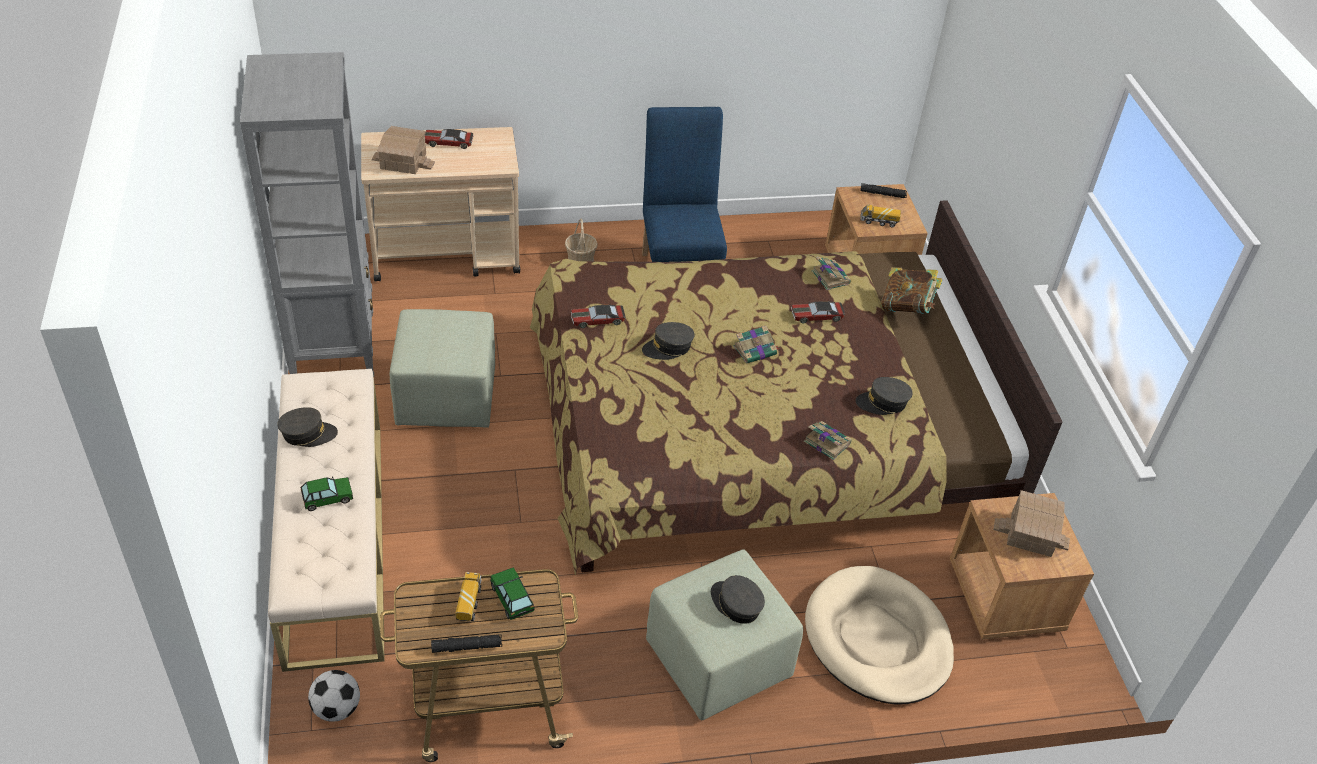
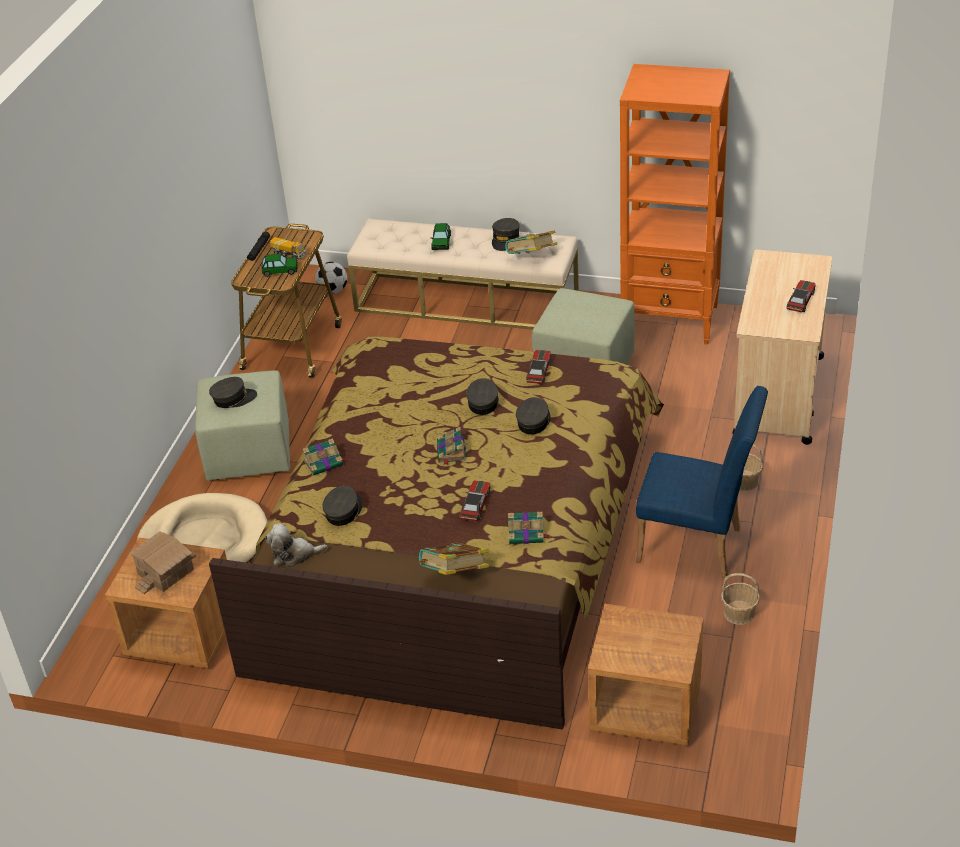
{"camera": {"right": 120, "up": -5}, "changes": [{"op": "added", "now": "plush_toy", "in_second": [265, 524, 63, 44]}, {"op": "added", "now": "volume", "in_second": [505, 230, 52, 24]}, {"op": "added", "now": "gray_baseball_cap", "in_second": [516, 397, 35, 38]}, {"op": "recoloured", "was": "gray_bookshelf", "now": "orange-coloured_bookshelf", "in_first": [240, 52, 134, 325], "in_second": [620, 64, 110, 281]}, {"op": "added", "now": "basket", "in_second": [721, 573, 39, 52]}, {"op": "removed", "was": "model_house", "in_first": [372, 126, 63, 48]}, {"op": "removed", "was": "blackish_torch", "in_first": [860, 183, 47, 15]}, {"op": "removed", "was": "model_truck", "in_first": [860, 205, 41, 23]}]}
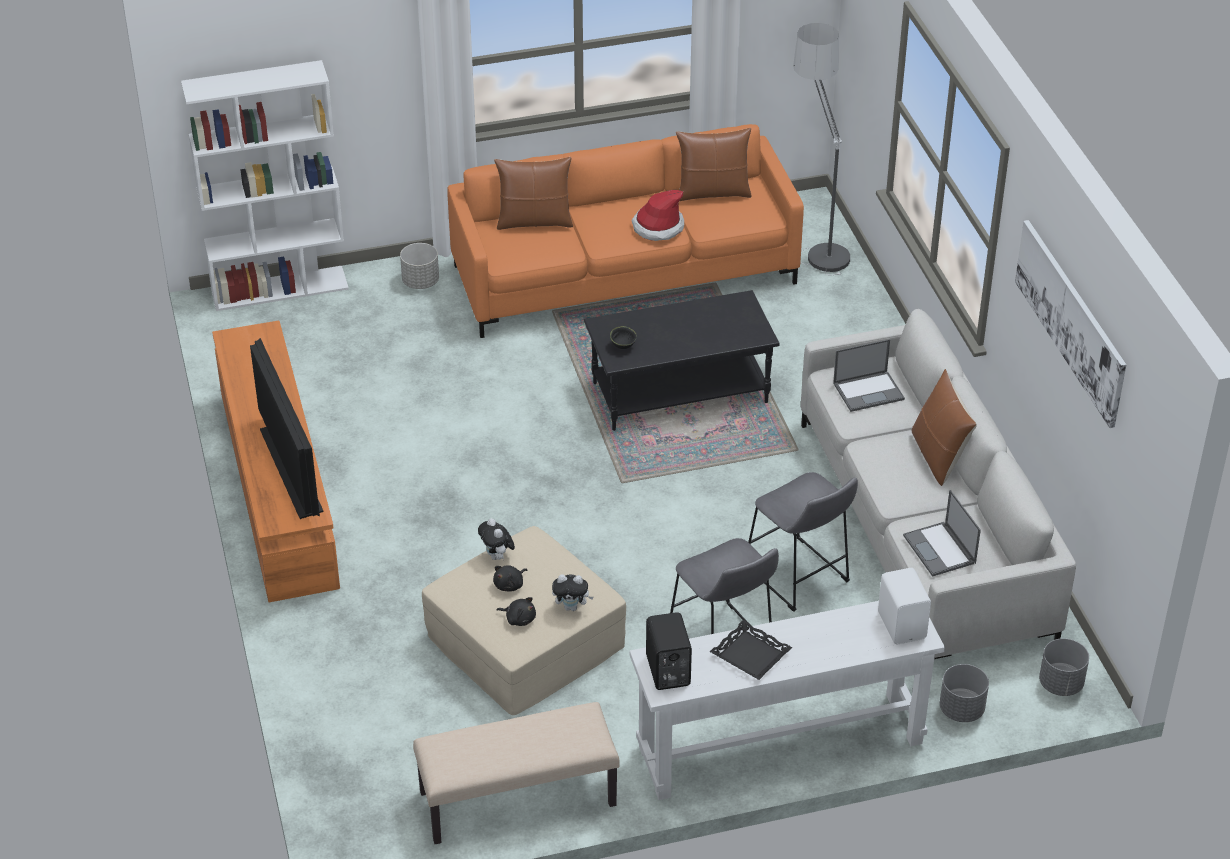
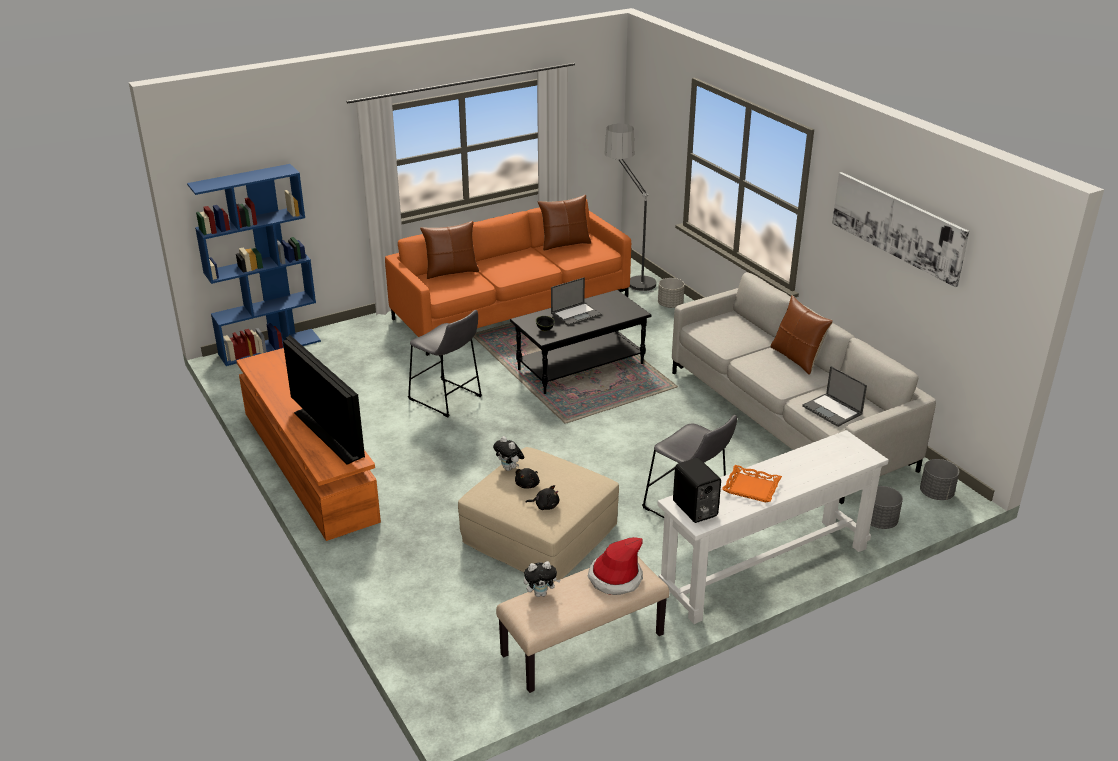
{"camera": {"right": -15, "up": -10}, "changes": [{"op": "recoloured", "was": "whitish_bookshelf", "now": "blue_bookshelf", "in_first": [181, 60, 168, 251], "in_second": [187, 164, 134, 202]}, {"op": "moved", "was": "gray_stool", "in_first": [748, 472, 110, 140], "in_second": [408, 310, 74, 108]}, {"op": "moved", "was": "plush_toy", "in_first": [552, 574, 41, 37], "in_second": [524, 561, 36, 36]}, {"op": "moved", "was": "portable_computer", "in_first": [833, 339, 72, 73], "in_second": [551, 277, 51, 49]}, {"op": "moved", "was": "clothing_hat", "in_first": [631, 190, 53, 51], "in_second": [588, 537, 55, 58]}, {"op": "moved", "was": "gray_planter", "in_first": [400, 243, 39, 46], "in_second": [658, 278, 27, 30]}, {"op": "recoloured", "was": "blackish_carrying_tray", "now": "orange-coloured_carrying_tray", "in_first": [710, 620, 82, 60], "in_second": [722, 465, 60, 37]}, {"op": "removed", "was": "whitish_audio_speaker", "in_first": [878, 568, 53, 76]}]}
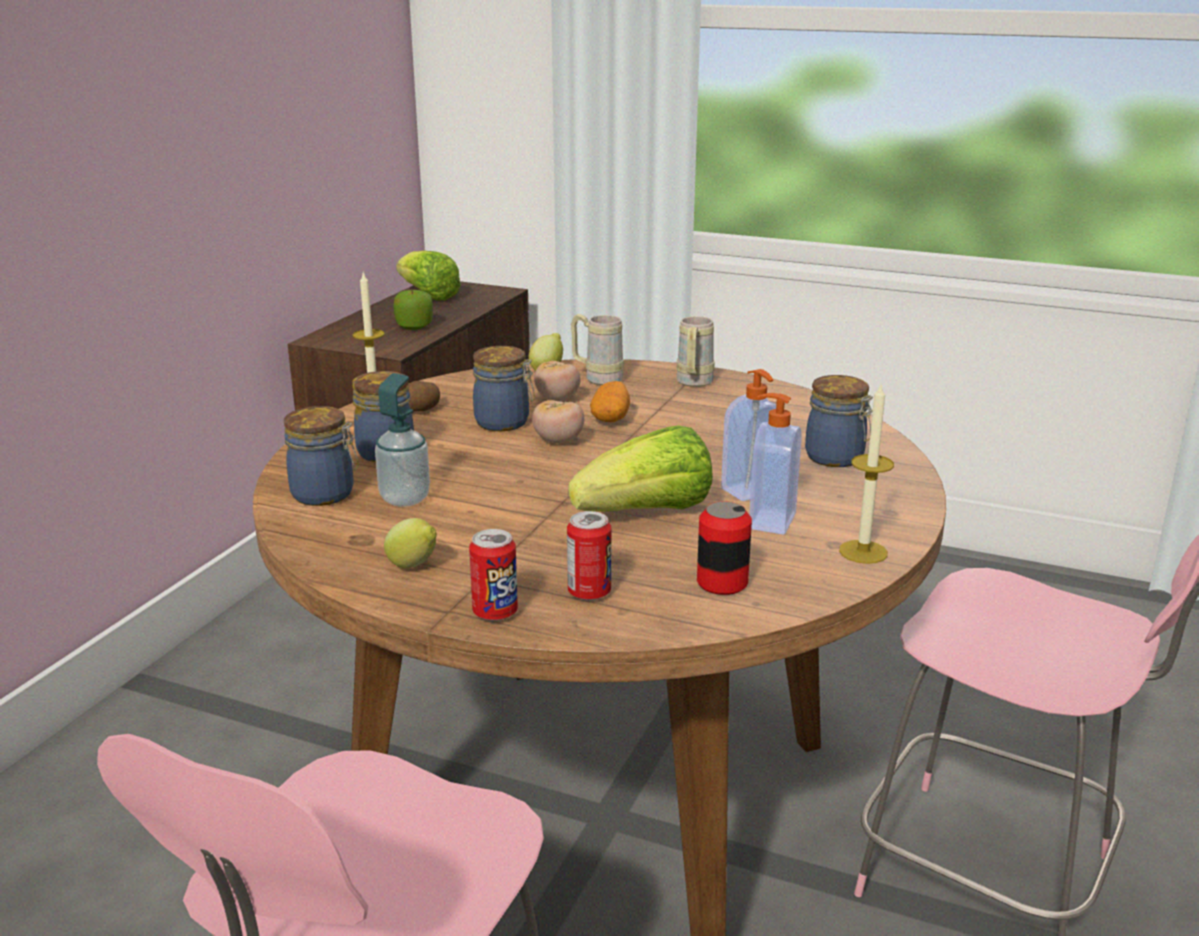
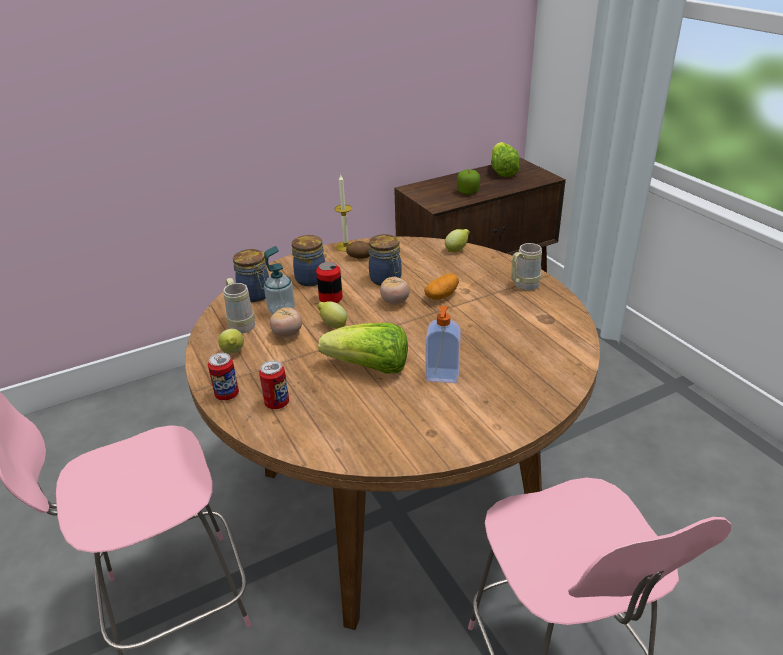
{"camera": {"right": 40, "up": 10}, "changes": [{"op": "moved", "was": "beige-coloured_mug", "in_first": [571, 314, 53, 71], "in_second": [223, 278, 32, 55]}, {"op": "moved", "was": "whole_tomato", "in_first": [534, 361, 47, 40], "in_second": [270, 308, 32, 30]}, {"op": "moved", "was": "metal_can", "in_first": [697, 501, 55, 94], "in_second": [316, 262, 27, 41]}, {"op": "added", "now": "lemon", "in_second": [317, 301, 30, 27]}, {"op": "removed", "was": "soap_bottle", "in_first": [749, 393, 53, 142]}, {"op": "removed", "was": "storage_jar", "in_first": [805, 375, 68, 92]}, {"op": "removed", "was": "candle", "in_first": [839, 385, 55, 179]}]}
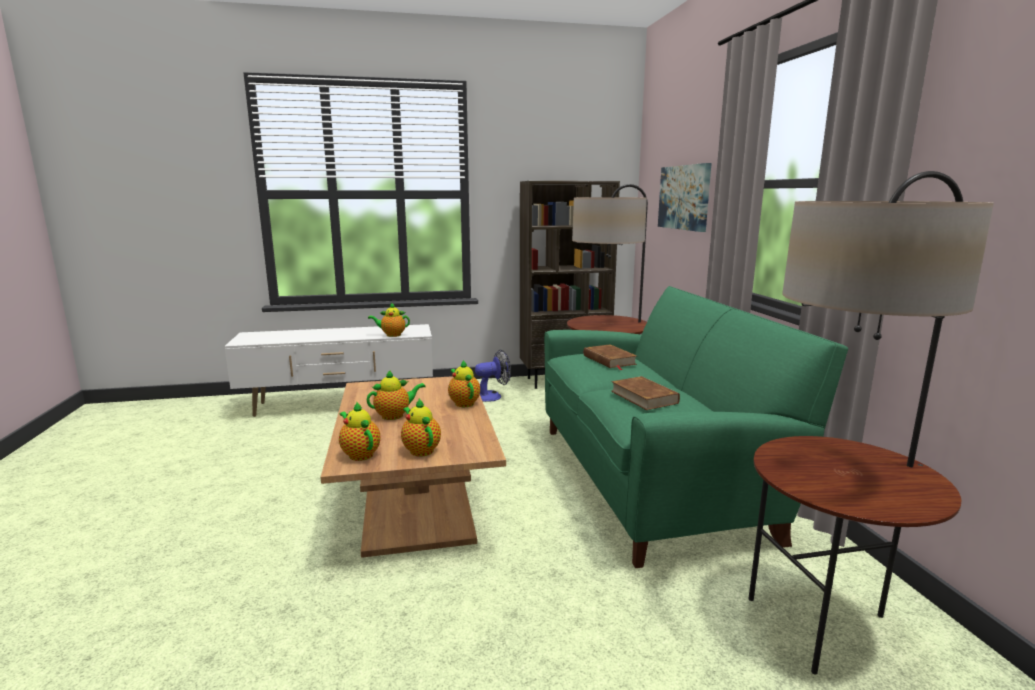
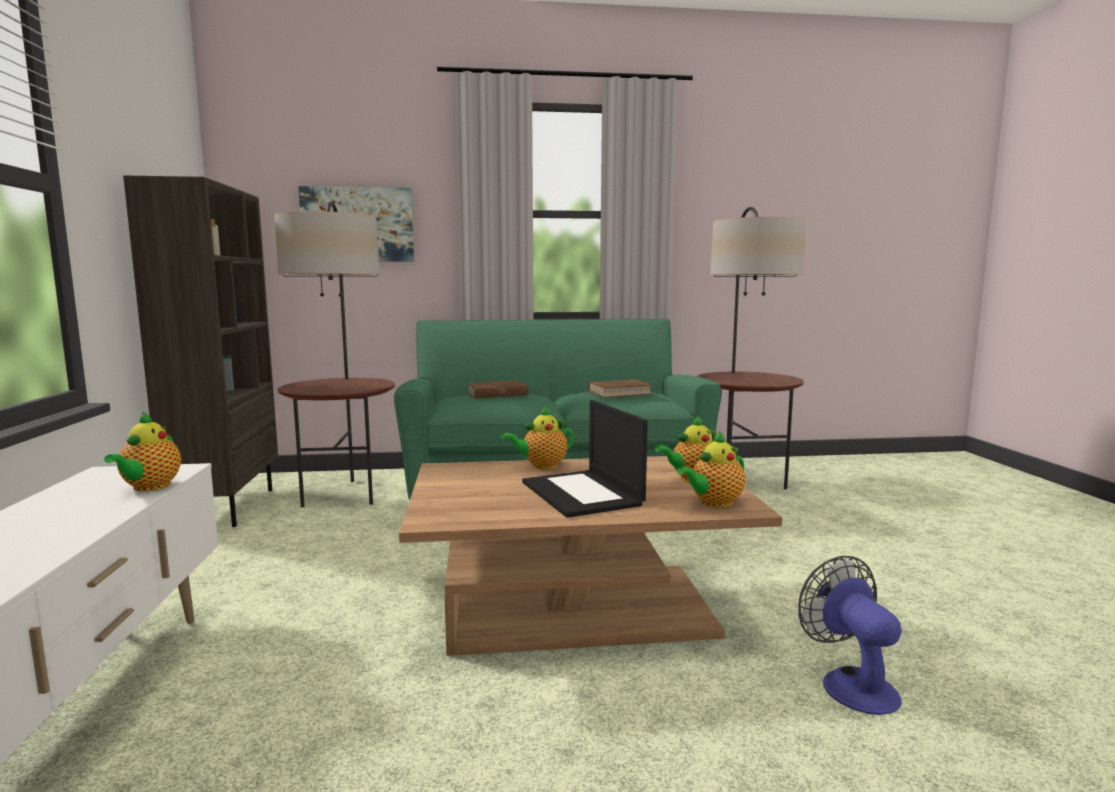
{"camera": {"right": -85, "up": -5}, "changes": [{"op": "replaced", "was": "teapot", "now": "portable_computer", "in_first": [367, 370, 59, 50], "in_second": [522, 400, 126, 118]}, {"op": "moved", "was": "cooling_fan", "in_first": [475, 350, 36, 52], "in_second": [798, 556, 104, 159]}]}
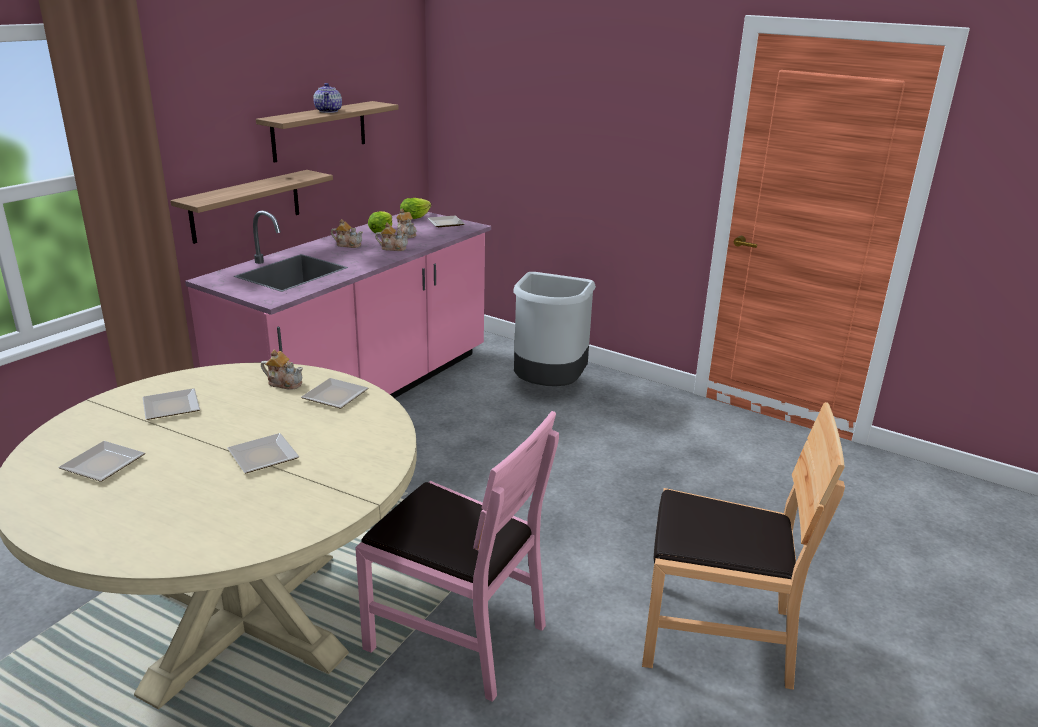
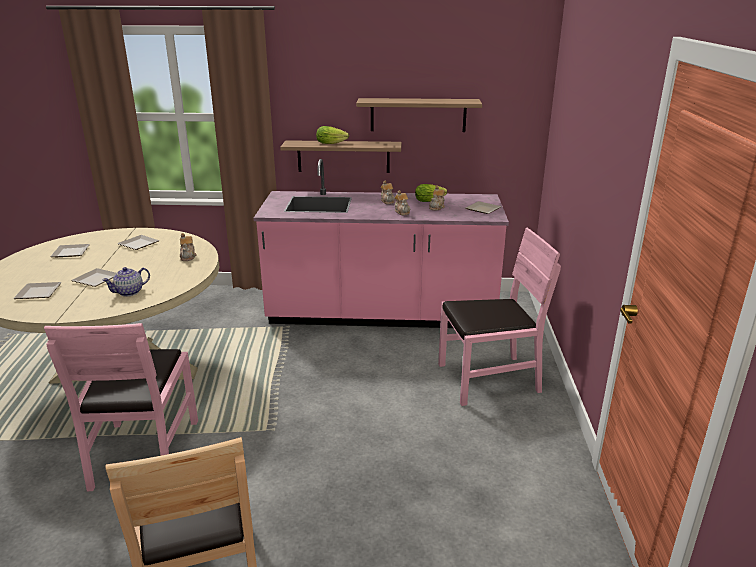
{"camera": {"right": 60, "up": 0}, "changes": [{"op": "moved", "was": "dinner_plate", "in_first": [301, 378, 67, 31], "in_second": [13, 282, 48, 17]}, {"op": "moved", "was": "teapot", "in_first": [313, 83, 29, 30], "in_second": [102, 267, 48, 30]}, {"op": "moved", "was": "lettuce", "in_first": [400, 198, 31, 21], "in_second": [316, 126, 33, 18]}, {"op": "replaced", "was": "gray_waste_bin", "now": "pinkish_plain_chair", "in_first": [513, 272, 83, 114], "in_second": [438, 228, 123, 178]}]}
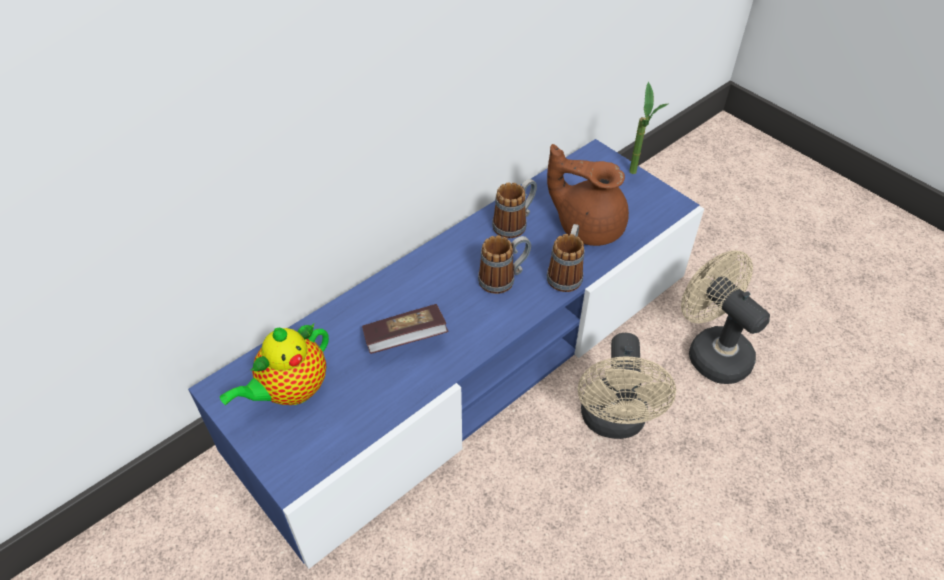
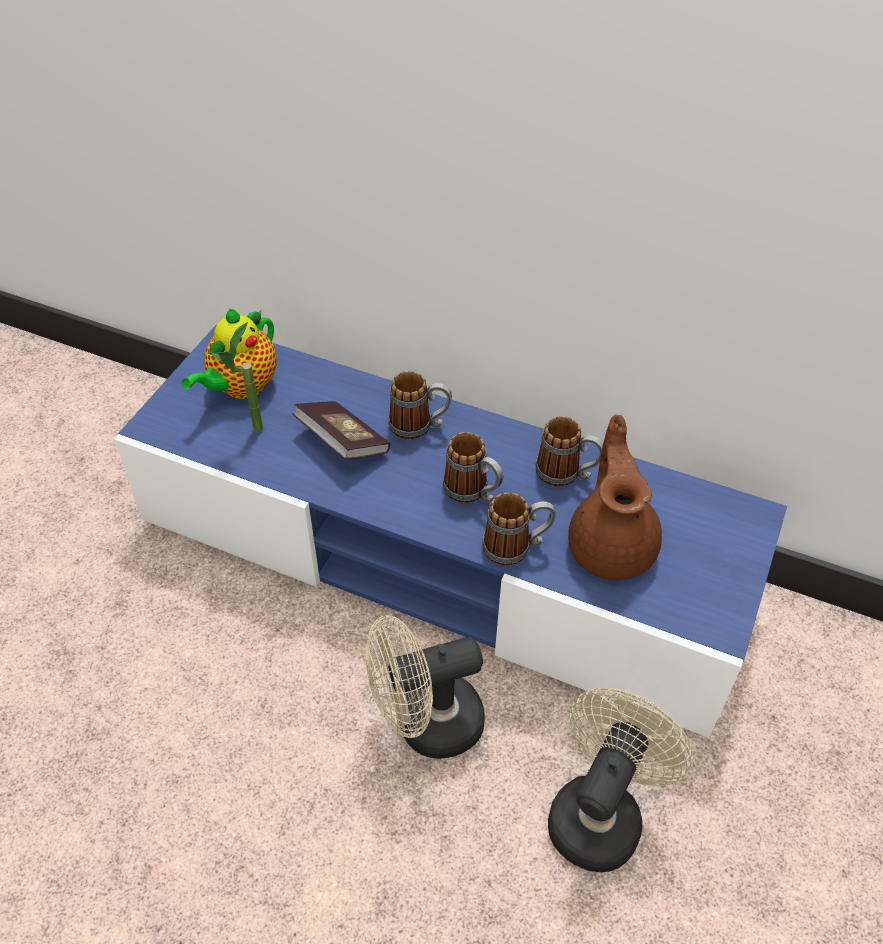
{"camera": {"right": 65, "up": 0}, "changes": [{"op": "turned", "was": "teapot", "in_first": [220, 323, 109, 82], "in_second": [181, 309, 96, 90], "clockwise": -75}, {"op": "moved", "was": "plant_in_a_pot", "in_first": [629, 82, 39, 92], "in_second": [211, 322, 52, 110]}, {"op": "added", "now": "mug", "in_second": [389, 371, 63, 68]}]}
